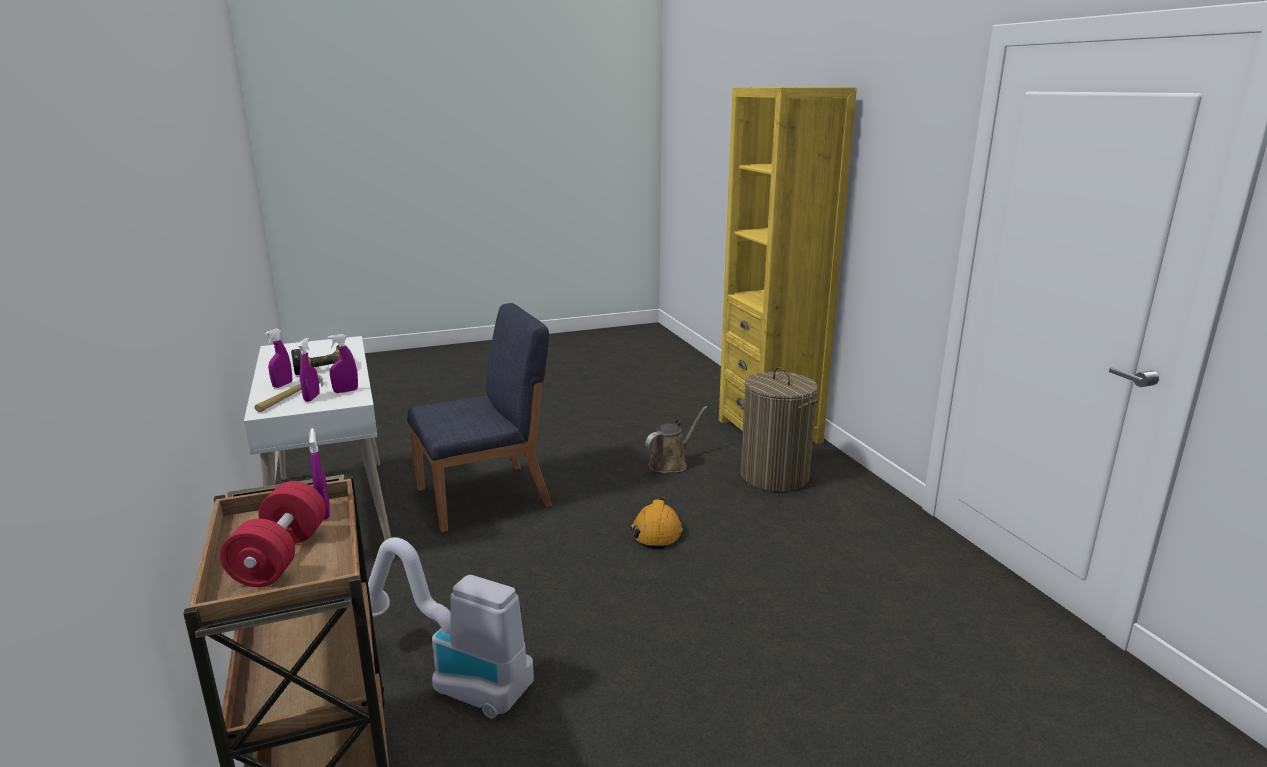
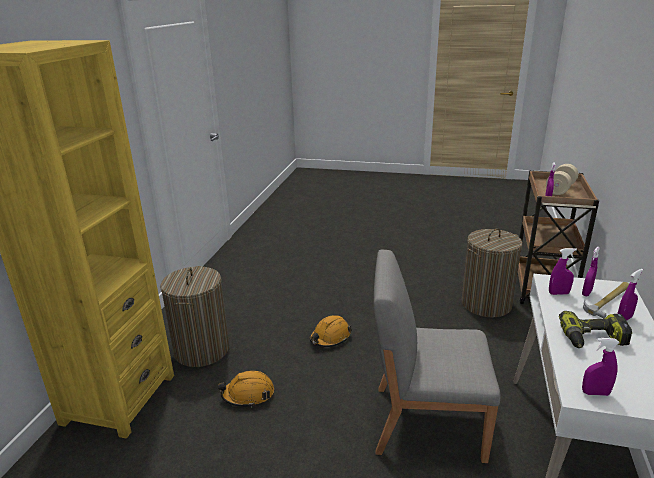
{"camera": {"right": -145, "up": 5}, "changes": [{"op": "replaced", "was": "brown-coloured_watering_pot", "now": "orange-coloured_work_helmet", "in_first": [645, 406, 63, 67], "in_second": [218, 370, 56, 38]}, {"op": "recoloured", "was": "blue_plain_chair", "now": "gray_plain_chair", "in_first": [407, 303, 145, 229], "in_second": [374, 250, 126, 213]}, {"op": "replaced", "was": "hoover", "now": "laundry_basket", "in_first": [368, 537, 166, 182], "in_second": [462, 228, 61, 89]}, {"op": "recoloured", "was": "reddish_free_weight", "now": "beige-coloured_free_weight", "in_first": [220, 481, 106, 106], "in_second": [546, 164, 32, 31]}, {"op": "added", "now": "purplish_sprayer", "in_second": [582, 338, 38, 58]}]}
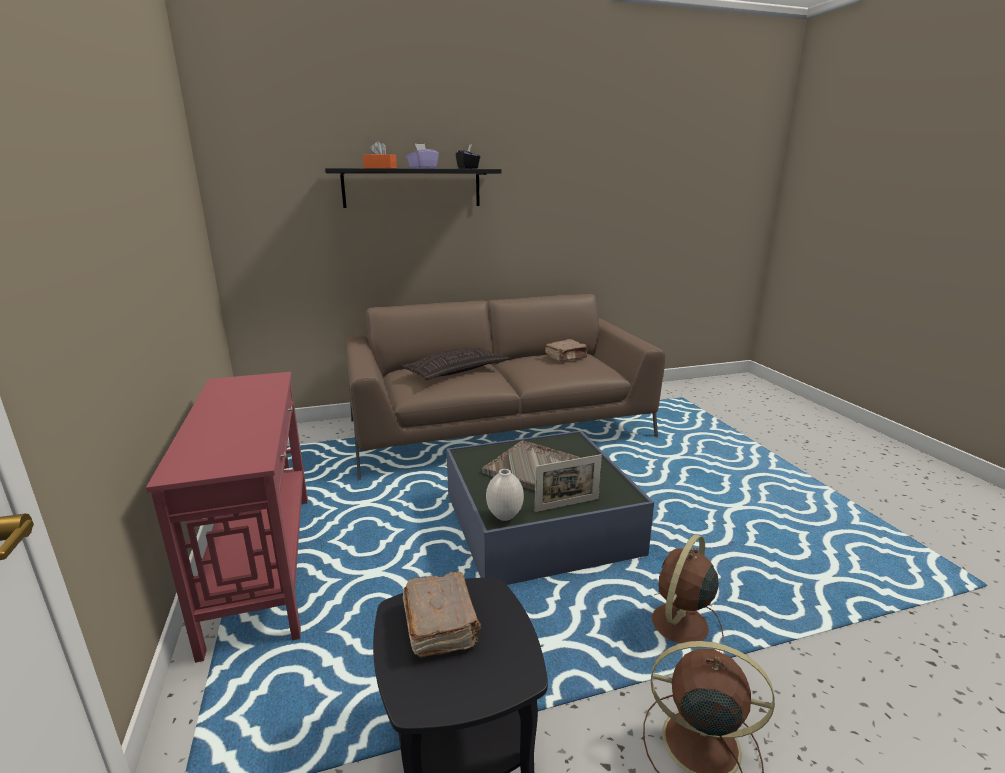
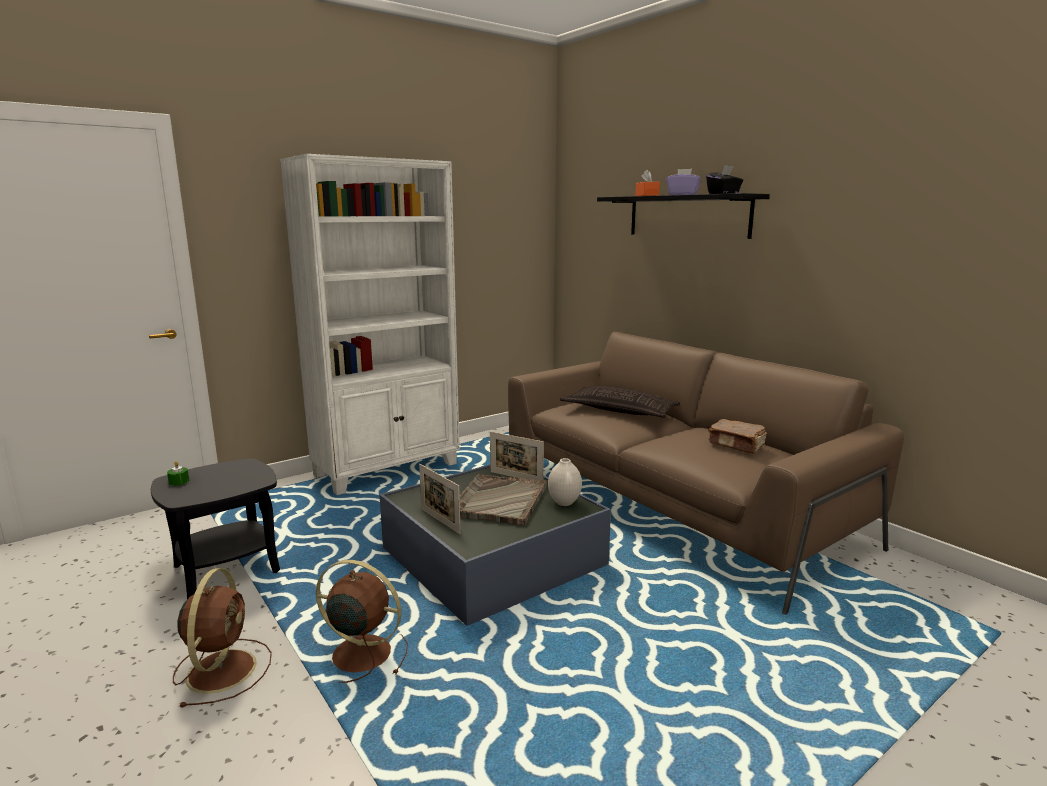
{"camera": {"right": 70, "up": -5}, "changes": [{"op": "added", "now": "green_candle", "in_second": [167, 461, 22, 25]}, {"op": "replaced", "was": "reddish_console_table", "now": "whitish_bookshelf", "in_first": [146, 372, 162, 291], "in_second": [280, 154, 180, 341]}, {"op": "added", "now": "picture_frame", "in_second": [490, 431, 54, 49]}, {"op": "moved", "was": "whitish_decorative_vase", "in_first": [486, 469, 38, 52], "in_second": [548, 458, 34, 48]}, {"op": "removed", "was": "brown-coloured_volume", "in_first": [403, 571, 78, 86]}]}
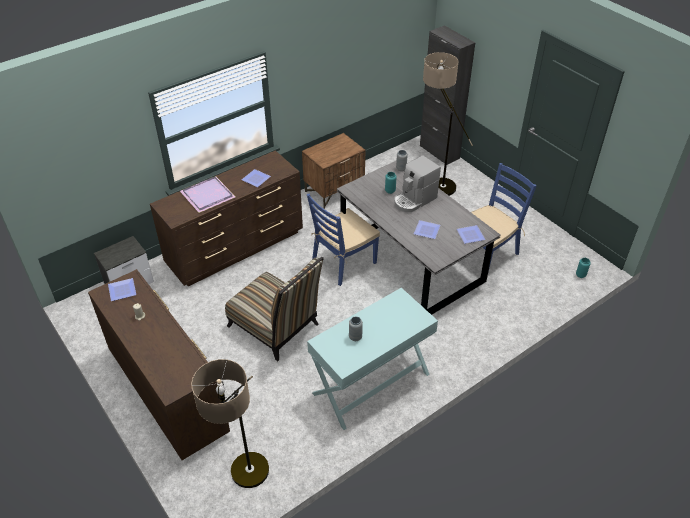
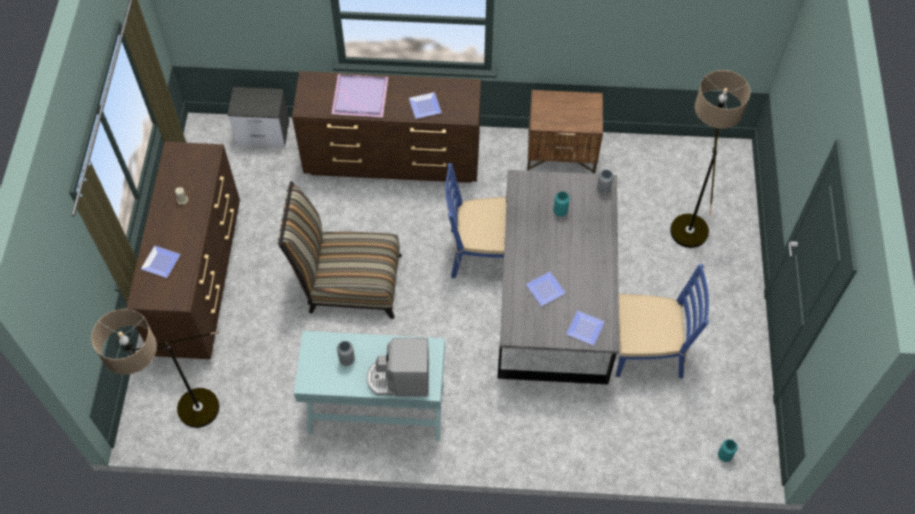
{"camera": {"right": 40, "up": 15}, "changes": [{"op": "moved", "was": "dinner_plate", "in_first": [108, 278, 28, 23], "in_second": [141, 246, 40, 32]}, {"op": "turned", "was": "plain_chair", "in_first": [225, 257, 99, 104], "in_second": [278, 181, 124, 138], "clockwise": 105}, {"op": "moved", "was": "coffee_machine", "in_first": [394, 155, 47, 57], "in_second": [367, 338, 62, 59]}, {"op": "removed", "was": "blackish_cabinet", "in_first": [420, 25, 55, 140]}]}
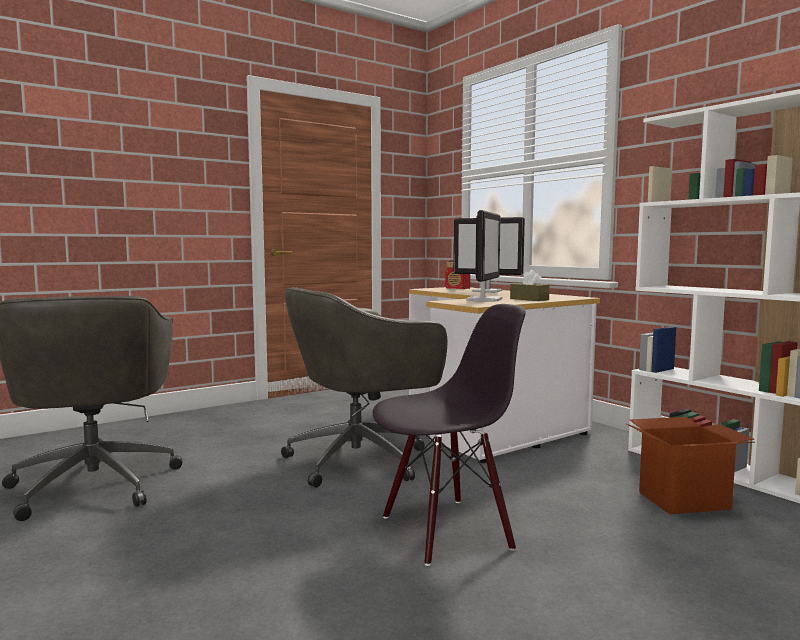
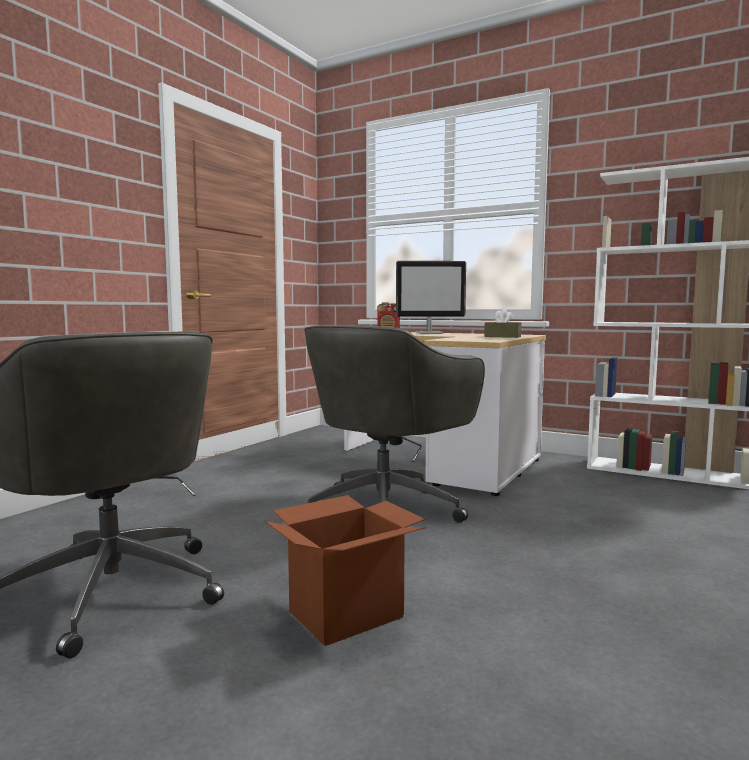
{"camera": {"right": -25, "up": 0}, "changes": [{"op": "moved", "was": "carton", "in_first": [626, 417, 129, 97], "in_second": [264, 495, 162, 151]}, {"op": "removed", "was": "blackish_plain_chair", "in_first": [373, 304, 153, 262]}, {"op": "removed", "was": "computer_screen", "in_first": [466, 210, 36, 92]}]}
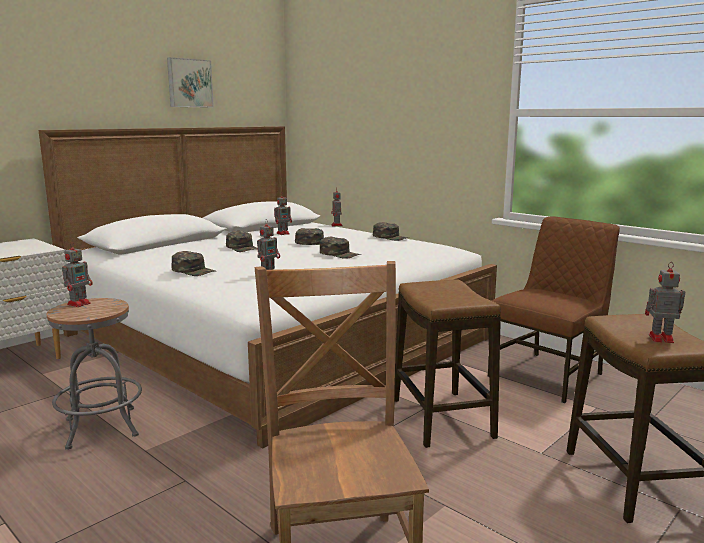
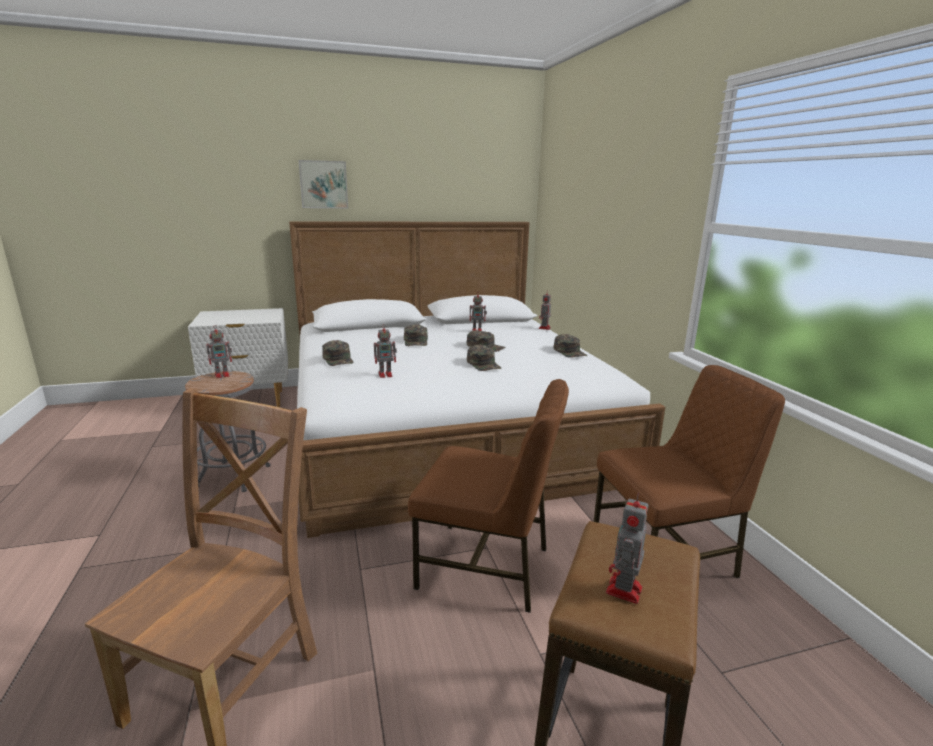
{"camera": {"right": 30, "up": 5}, "changes": [{"op": "moved", "was": "picture", "in_first": [167, 57, 47, 50], "in_second": [299, 160, 49, 48]}, {"op": "replaced", "was": "stool", "now": "brown-coloured_plain_chair", "in_first": [395, 280, 106, 168], "in_second": [408, 379, 161, 234]}, {"op": "turned", "was": "model_robot", "in_first": [645, 262, 40, 81], "in_second": [606, 492, 43, 112], "clockwise": -105}]}
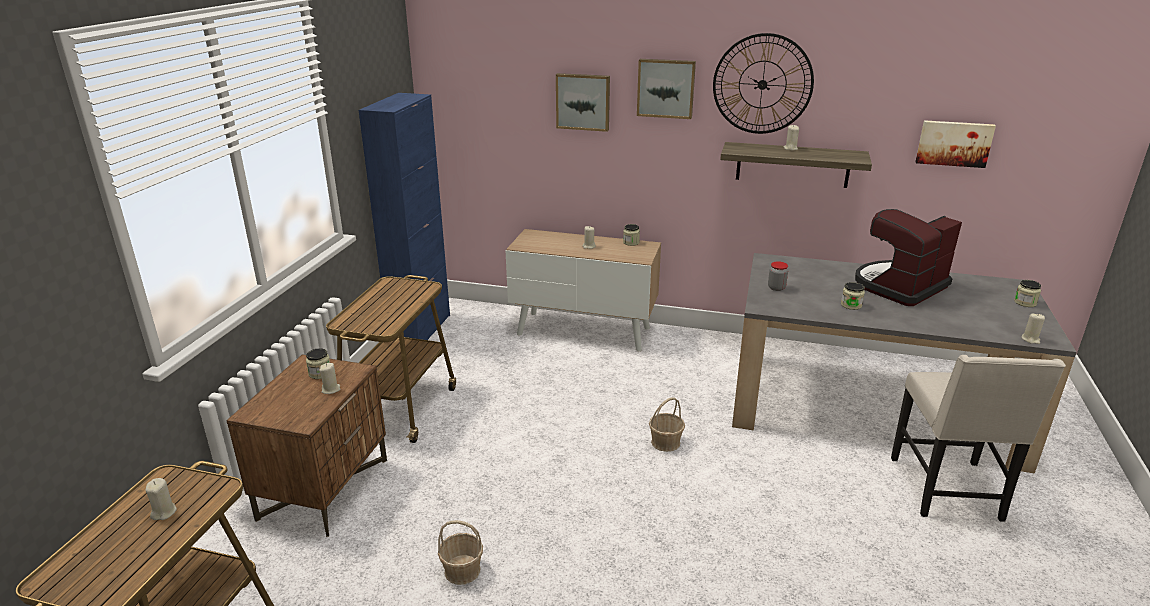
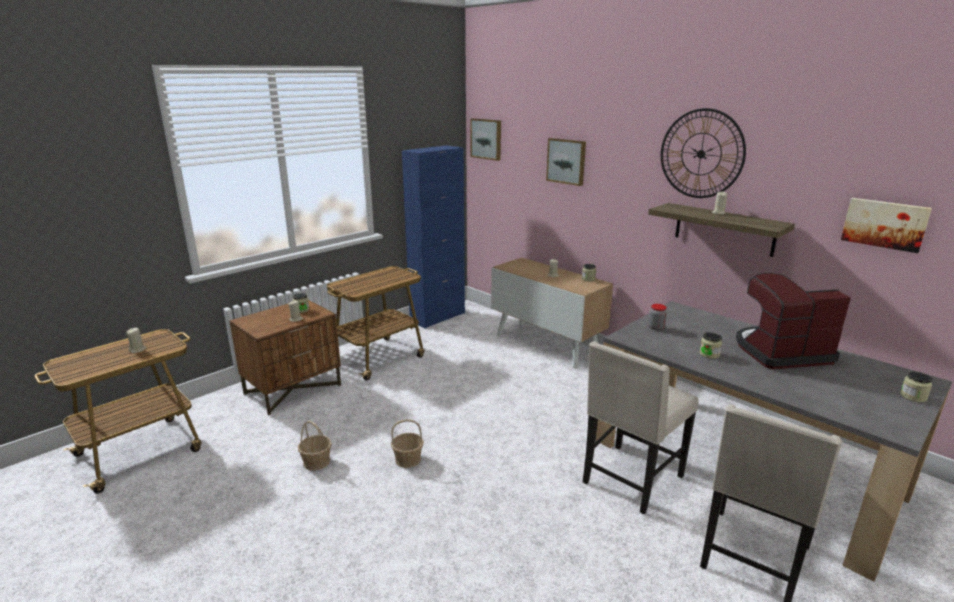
{"camera": {"right": 30, "up": -5}, "changes": [{"op": "moved", "was": "basket", "in_first": [649, 398, 36, 54], "in_second": [391, 419, 33, 49]}, {"op": "moved", "was": "picture", "in_first": [637, 59, 59, 60], "in_second": [470, 118, 31, 43]}, {"op": "added", "now": "beige-coloured_plain_chair", "in_second": [583, 341, 116, 173]}, {"op": "removed", "was": "beige-coloured_candle", "in_first": [1022, 313, 23, 31]}]}
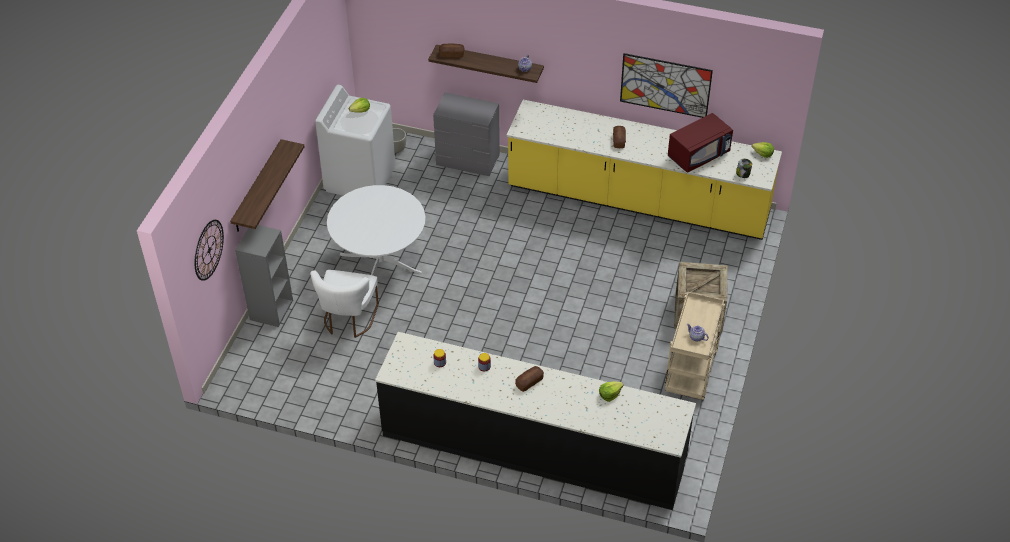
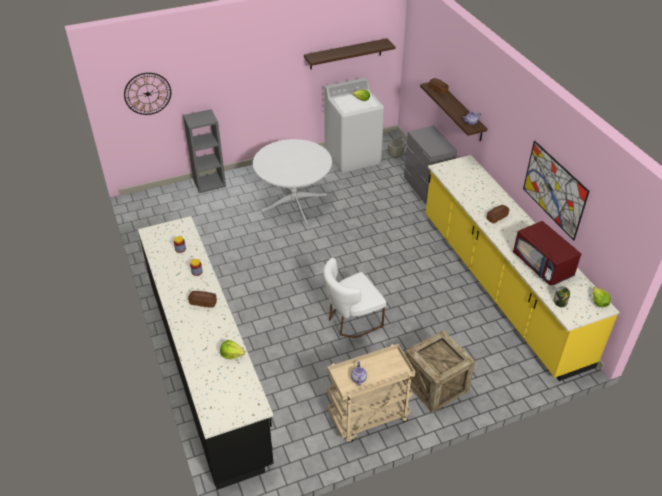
{"camera": {"right": 50, "up": -5}, "changes": [{"op": "moved", "was": "wall_shelf", "in_first": [230, 139, 75, 93], "in_second": [304, 38, 91, 31]}, {"op": "moved", "was": "whitish_plain_chair", "in_first": [310, 270, 69, 68], "in_second": [323, 258, 63, 80]}, {"op": "turned", "was": "reddish_microwave_oven", "in_first": [668, 113, 65, 60], "in_second": [513, 221, 68, 65], "clockwise": 45}]}
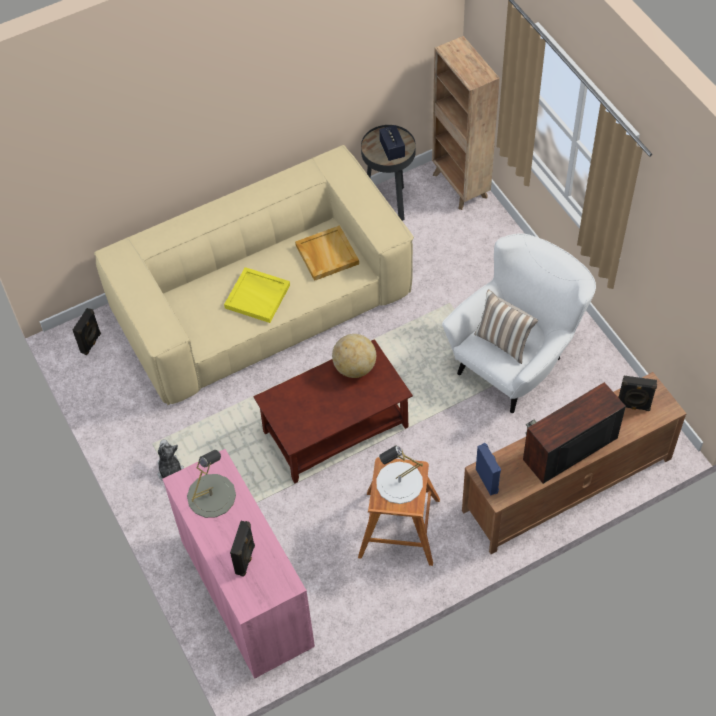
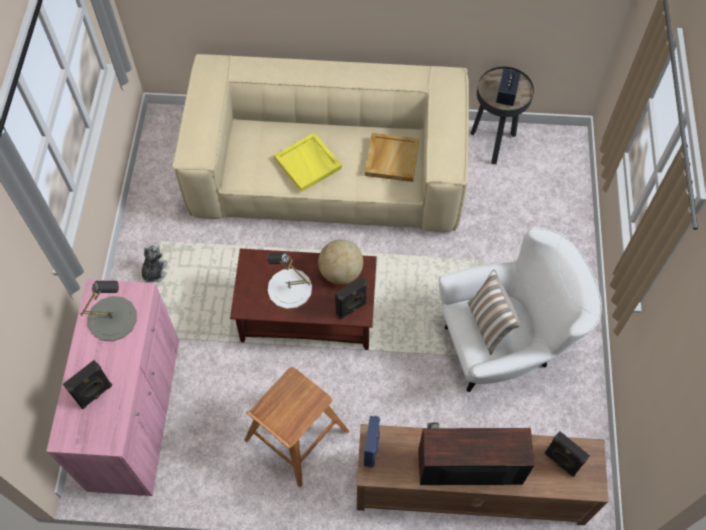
{"camera": {"right": 30, "up": 5}, "changes": [{"op": "moved", "was": "whitish_table_lamp", "in_first": [376, 445, 47, 59], "in_second": [267, 252, 45, 57]}, {"op": "moved", "was": "blackish_audio_speaker", "in_first": [73, 308, 28, 47], "in_second": [335, 277, 32, 42]}, {"op": "removed", "was": "brown-coloured_bookshelf", "in_first": [432, 36, 68, 174]}]}
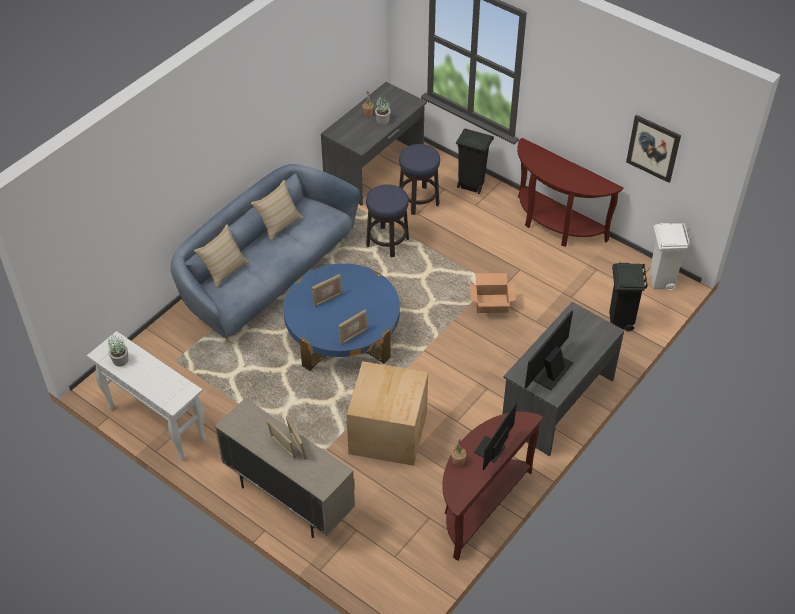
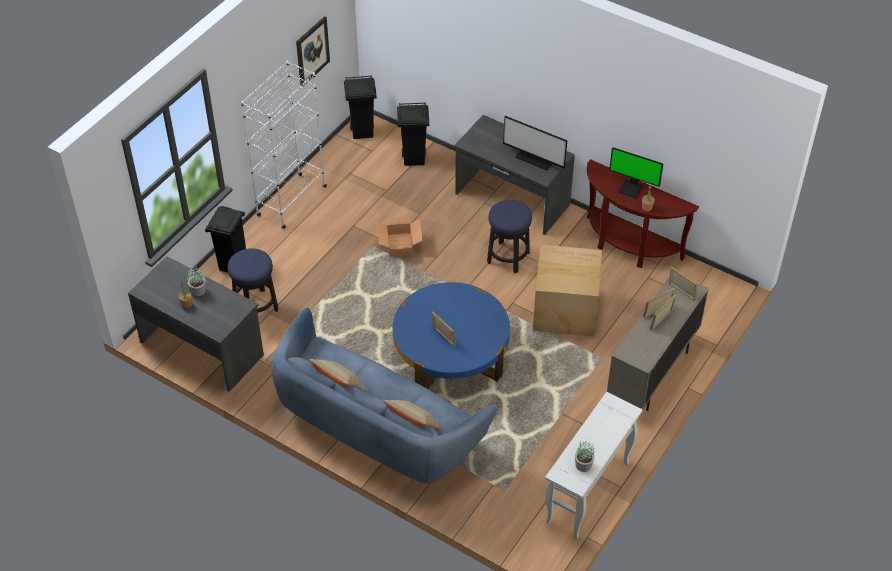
{"camera": {"right": -95, "up": 0}, "changes": [{"op": "replaced", "was": "brown-coloured_console_table", "now": "whitish_bookshelf", "in_first": [517, 138, 107, 109], "in_second": [241, 61, 86, 168]}, {"op": "recoloured", "was": "whitish_waste_bin", "now": "blackish_waste_bin", "in_first": [649, 223, 41, 67], "in_second": [344, 76, 33, 63]}, {"op": "moved", "was": "stool", "in_first": [366, 184, 43, 73], "in_second": [487, 200, 45, 73]}, {"op": "moved", "was": "picture_frame", "in_first": [338, 310, 30, 35], "in_second": [669, 266, 29, 35]}]}
